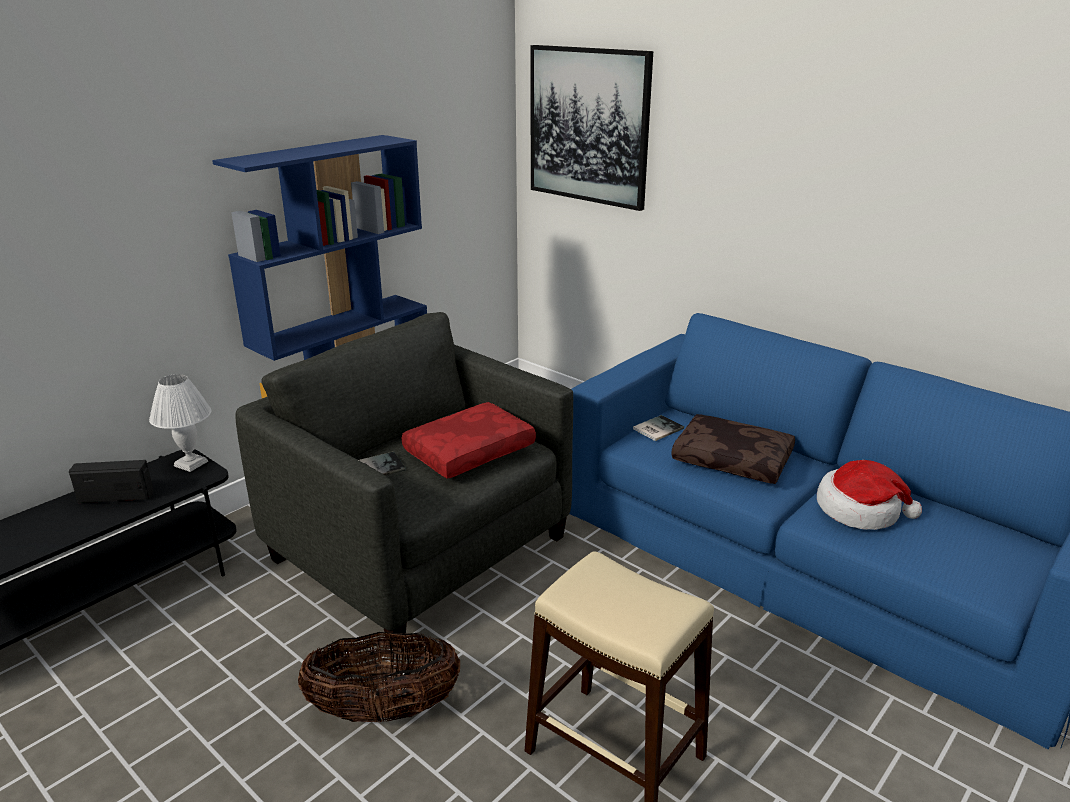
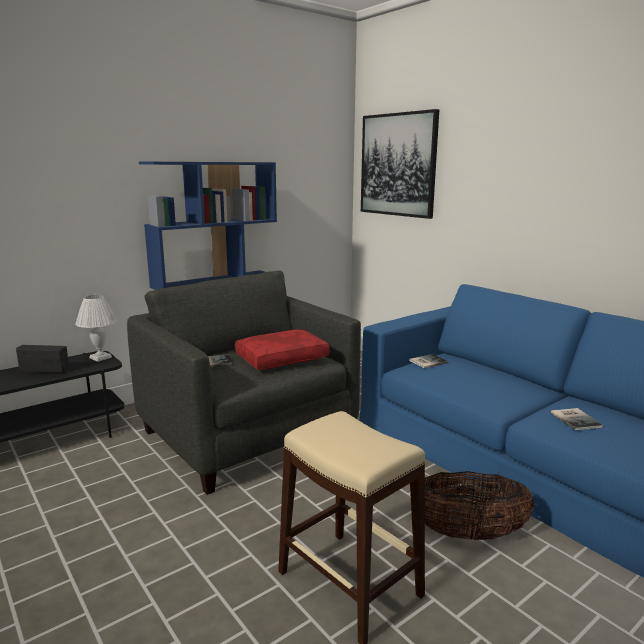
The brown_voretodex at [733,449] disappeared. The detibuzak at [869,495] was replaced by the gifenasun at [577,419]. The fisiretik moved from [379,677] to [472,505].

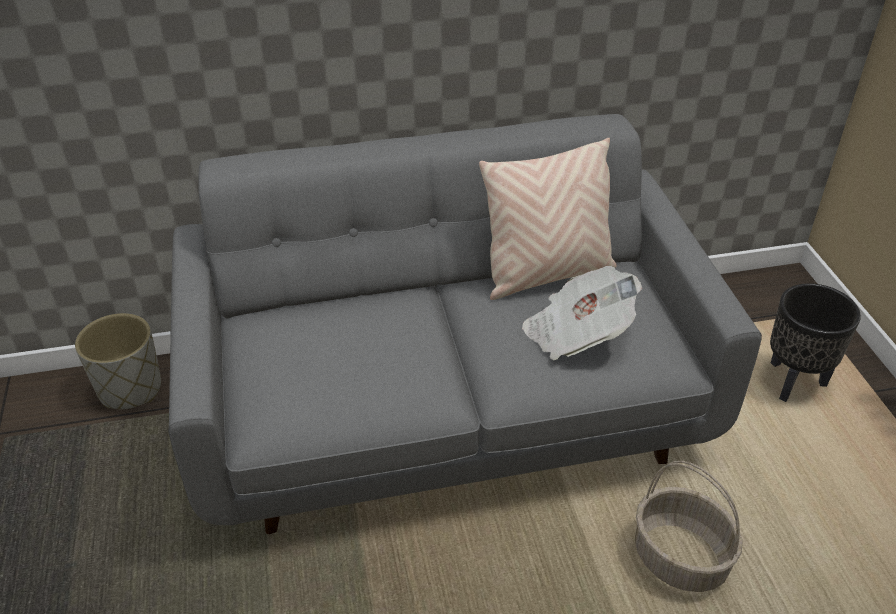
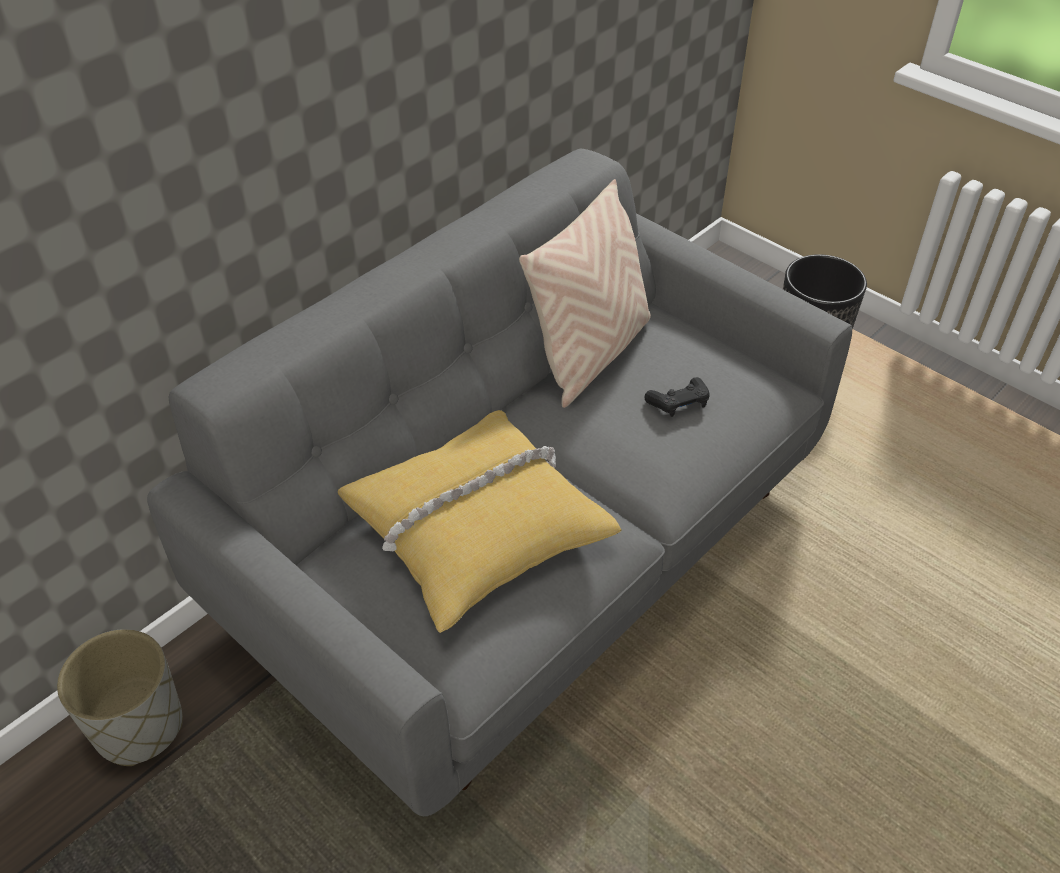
The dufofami at [582,313] was replaced by the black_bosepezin at [677,397]. The fisiretik at [689,526] disappeared. The yellow_voretodex at [480,521] appeared.

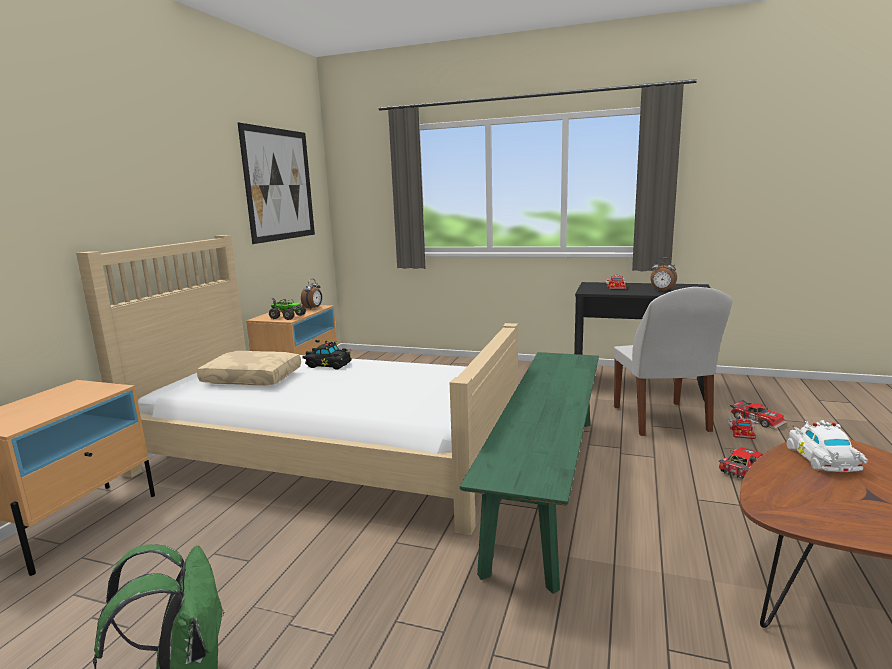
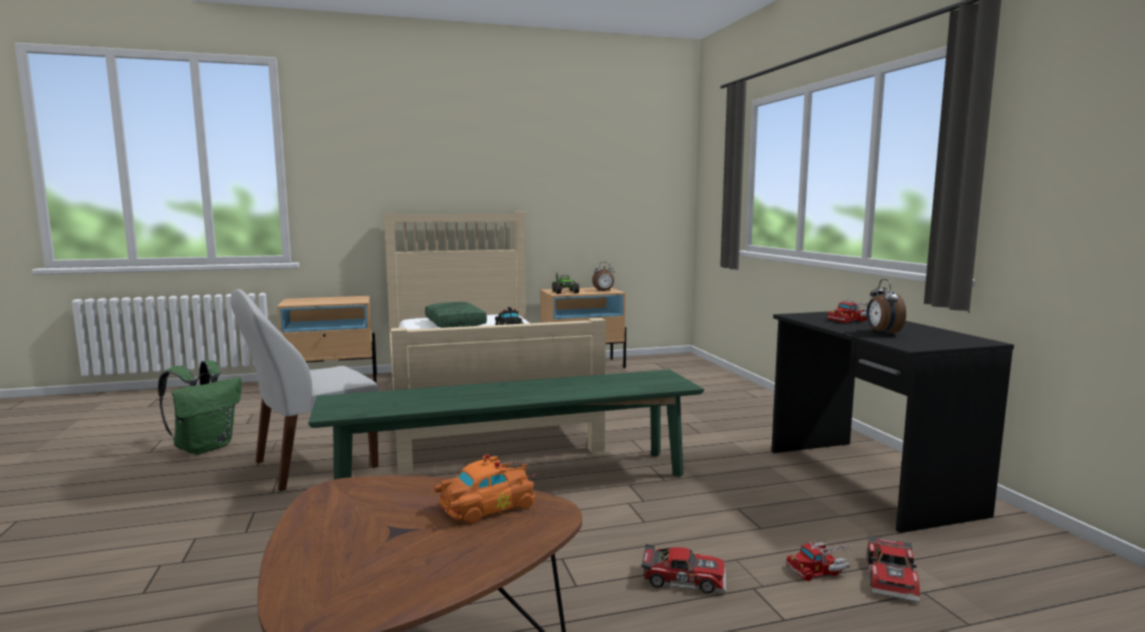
The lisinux at [276,183] disappeared. The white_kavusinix moved from [673,361] to [304,390]. The beige_voretodex at [249,368] became the green_voretodex at [456,315]. The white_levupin at [827,446] became the orange_levupin at [485,488].

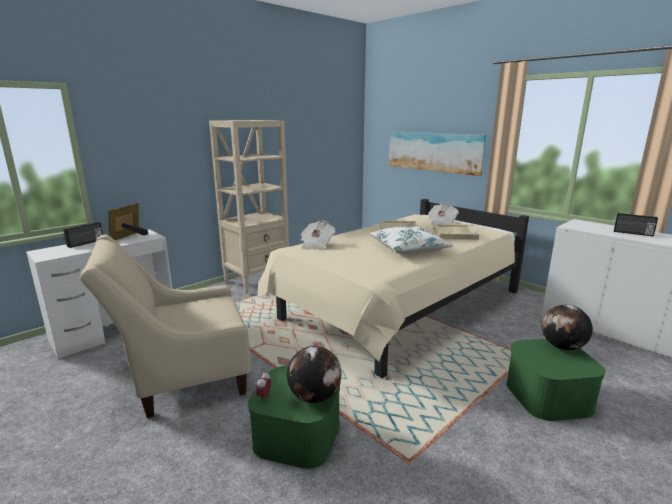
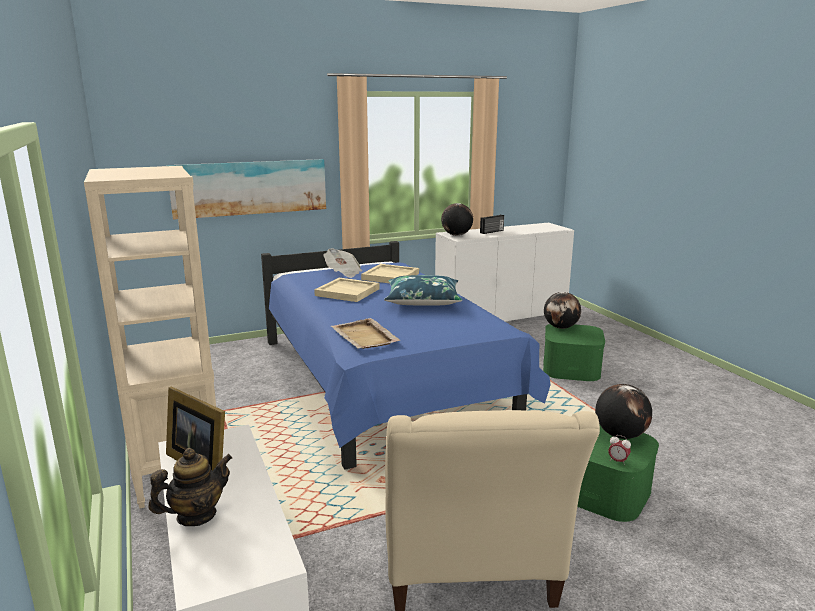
The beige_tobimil at [393,288] became the blue_tobimil at [406,355]. The dufofami at [318,235] was replaced by the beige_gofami at [366,333]. The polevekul at [83,235] was replaced by the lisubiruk at [190,487]. The white_voretodex at [411,240] became the blue_voretodex at [423,290]. The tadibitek at [457,219] appeared.

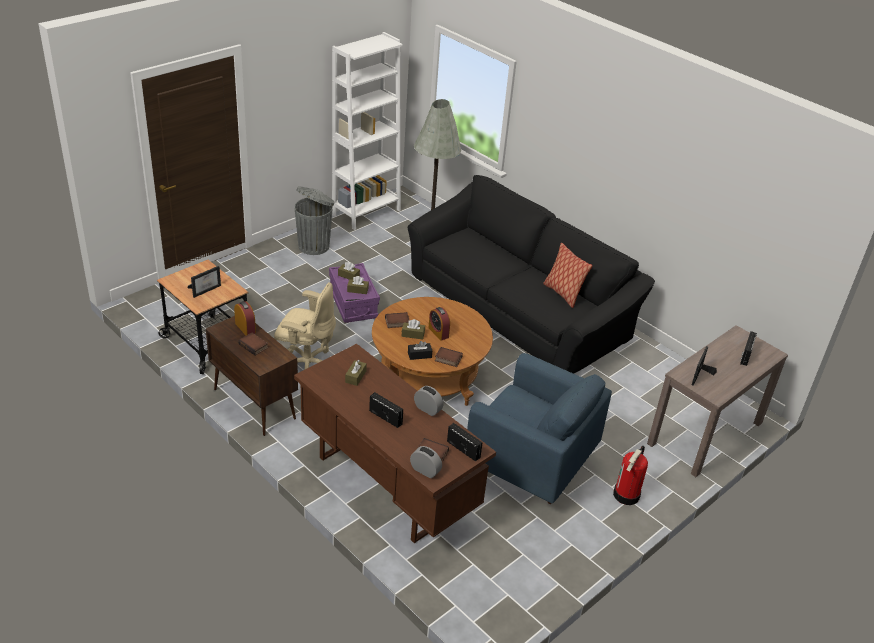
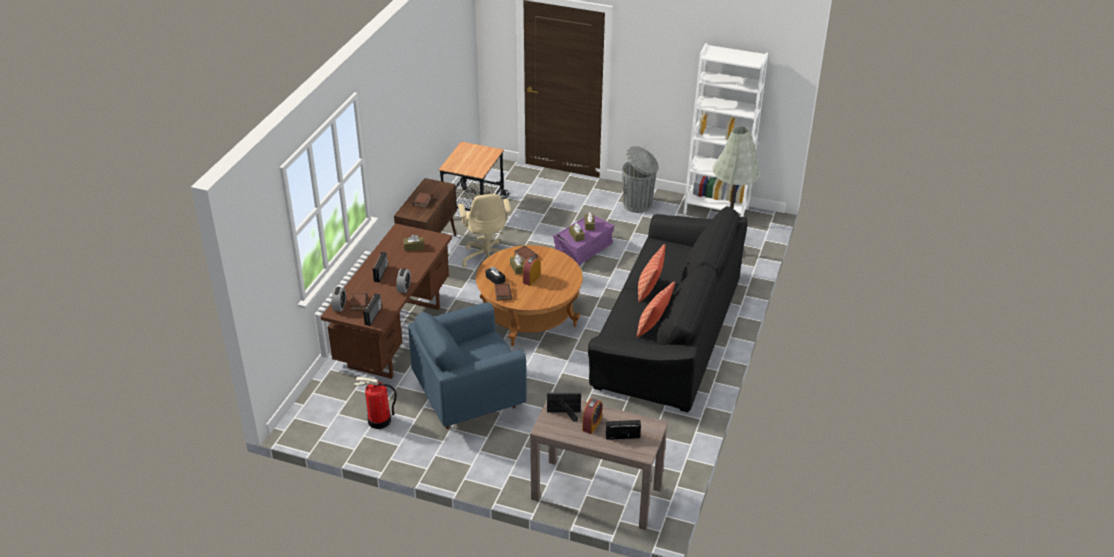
The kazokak at [204,282] disappeared. The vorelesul moved from [245,318] to [592,416]. The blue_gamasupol at [539,428] turned 60 degrees clockwise. The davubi moved from [630,475] to [375,403]. The voretodex at [652,273] appeared.

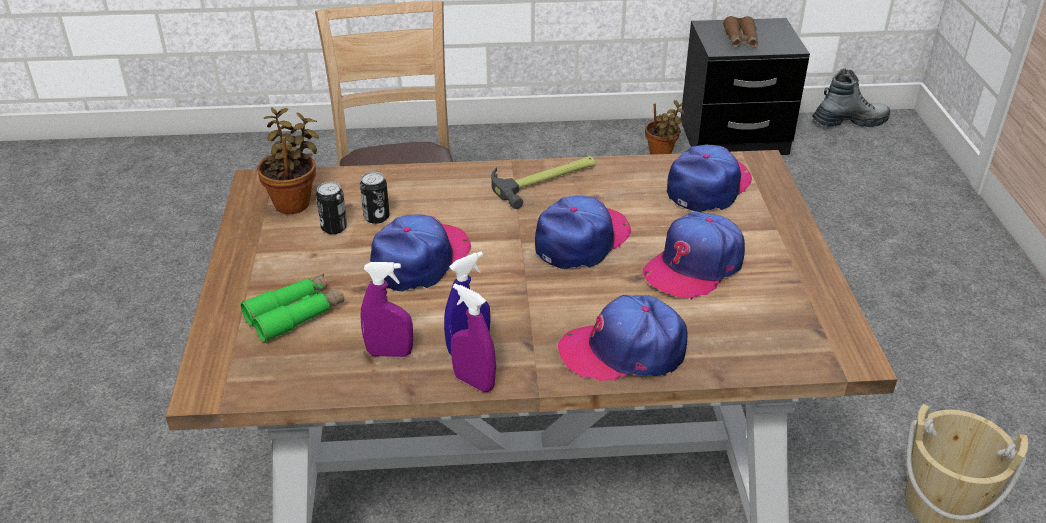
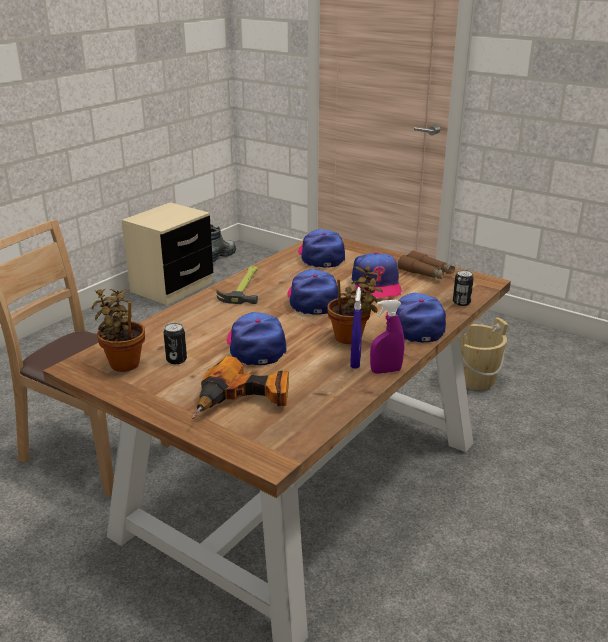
The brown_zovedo moved from [740,32] to [426,265]. The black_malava at [745,86] became the beige_malava at [167,253]. The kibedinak moved from [665,127] to [355,305]. The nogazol moved from [375,198] to [463,288]. The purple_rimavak at [386,309] disappeared. The green_zovedo at [293,308] was replaced by the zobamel at [240,387]. The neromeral at [623,338] turned 135 degrees clockwise.

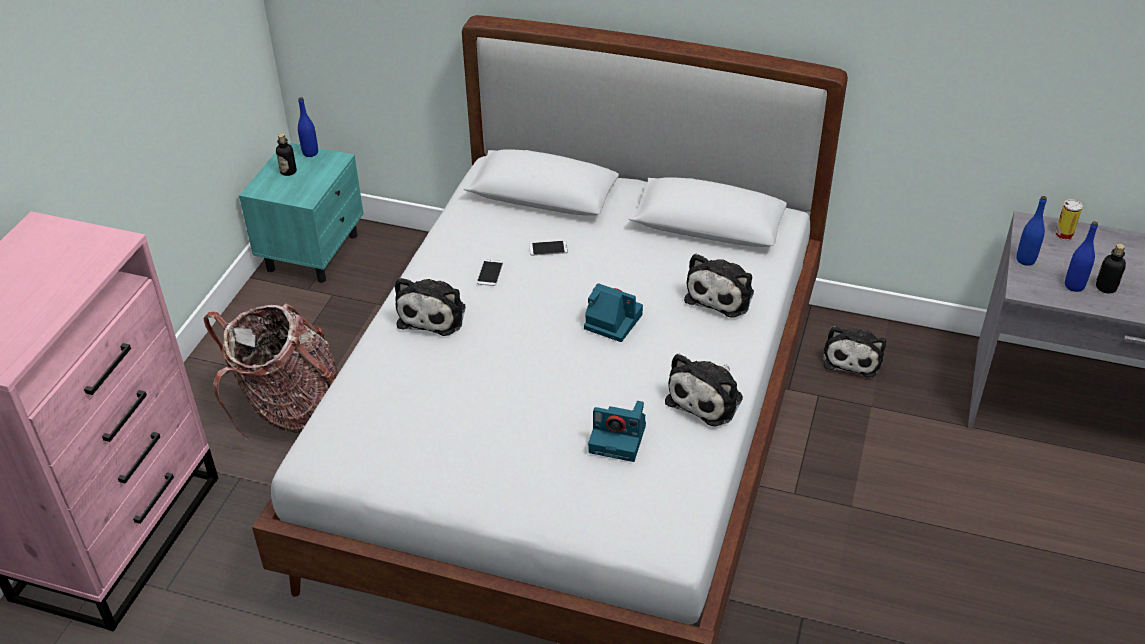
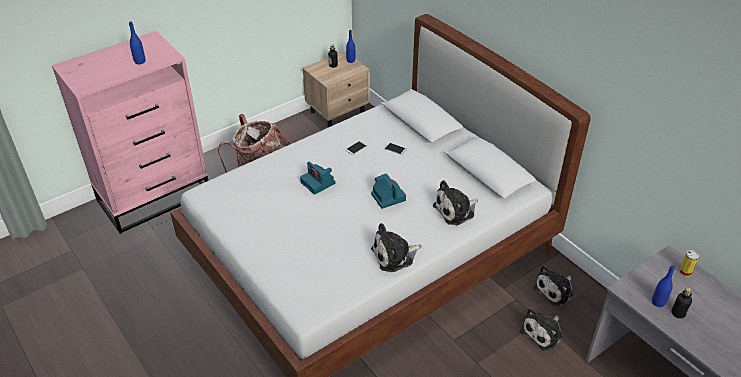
The turquoise_malava at [301,213] became the beige_malava at [336,89]. The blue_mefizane moved from [1031,231] to [137,43]. The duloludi moved from [430,307] to [541,329]. The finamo moved from [617,431] to [318,178].

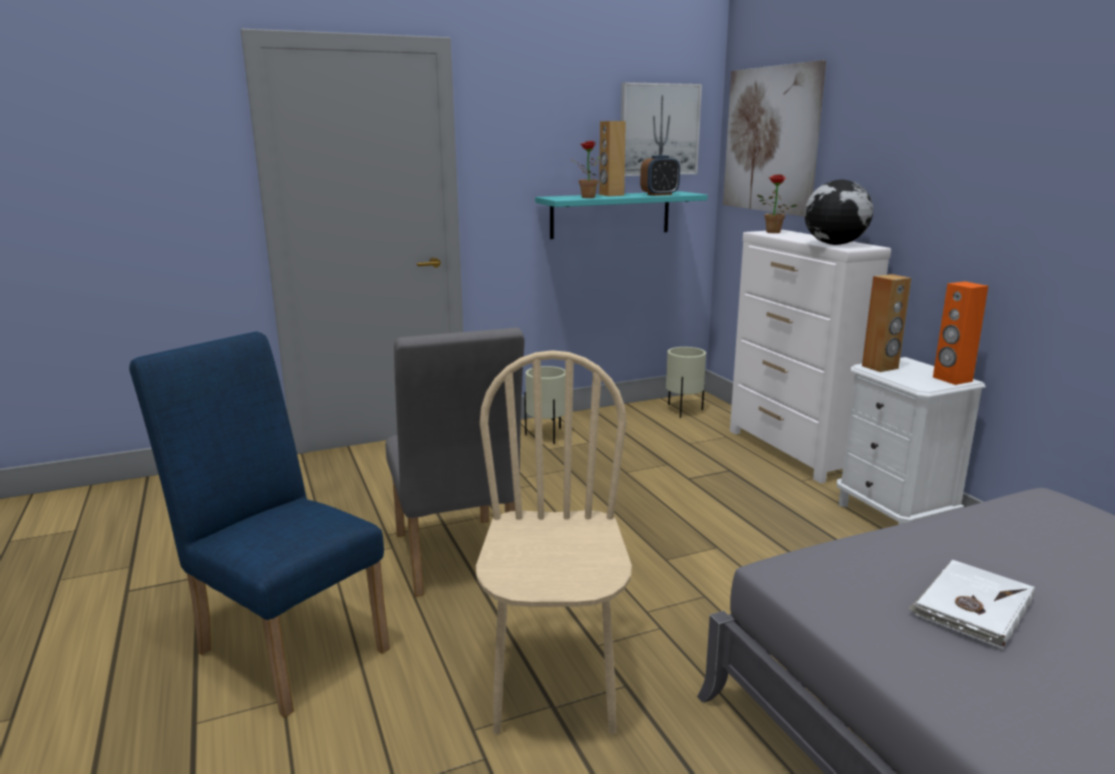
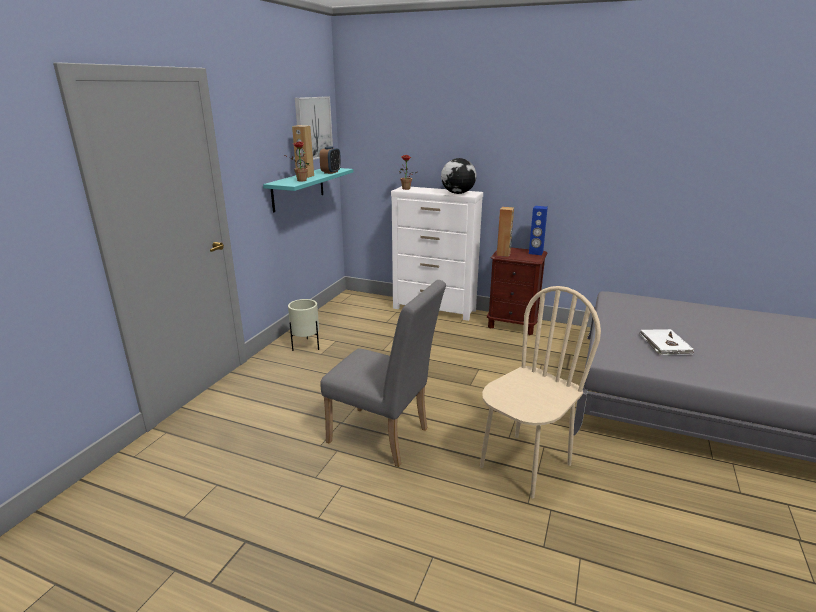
The lisinux at [774,138] disappeared. The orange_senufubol at [960,333] became the blue_senufubol at [538,230]. The blue_kavusinix at [259,524] disappeared. The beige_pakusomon at [686,382] disappeared. The beige_kavusinix at [554,542] turned 90 degrees clockwise. The white_malava at [911,441] became the brown_malava at [517,291].

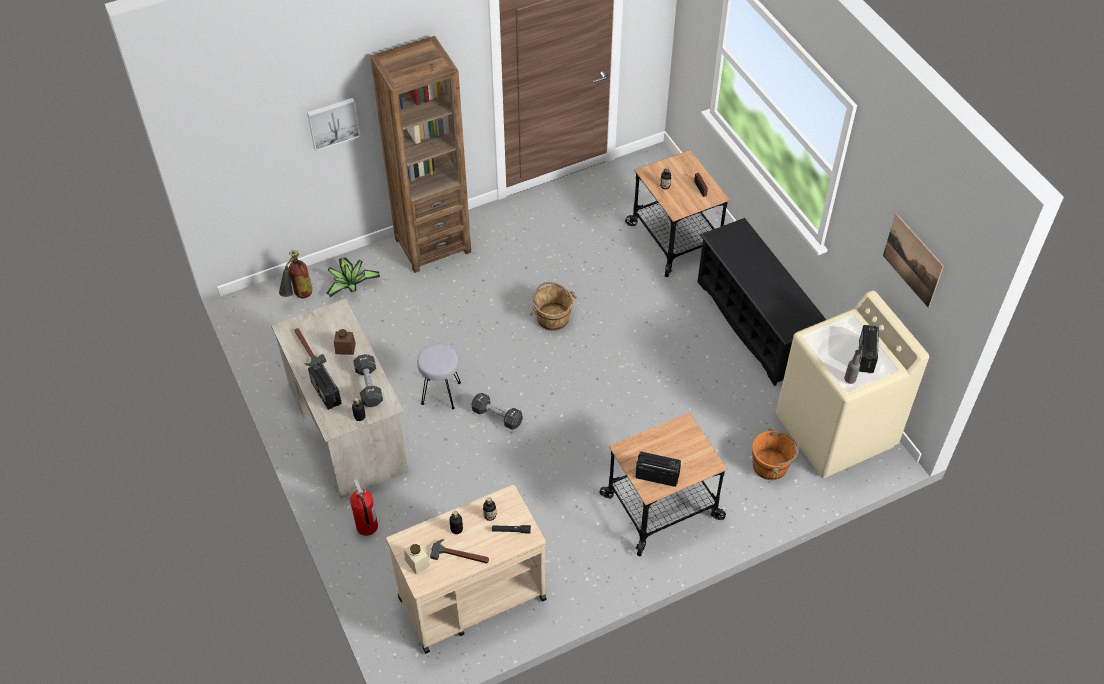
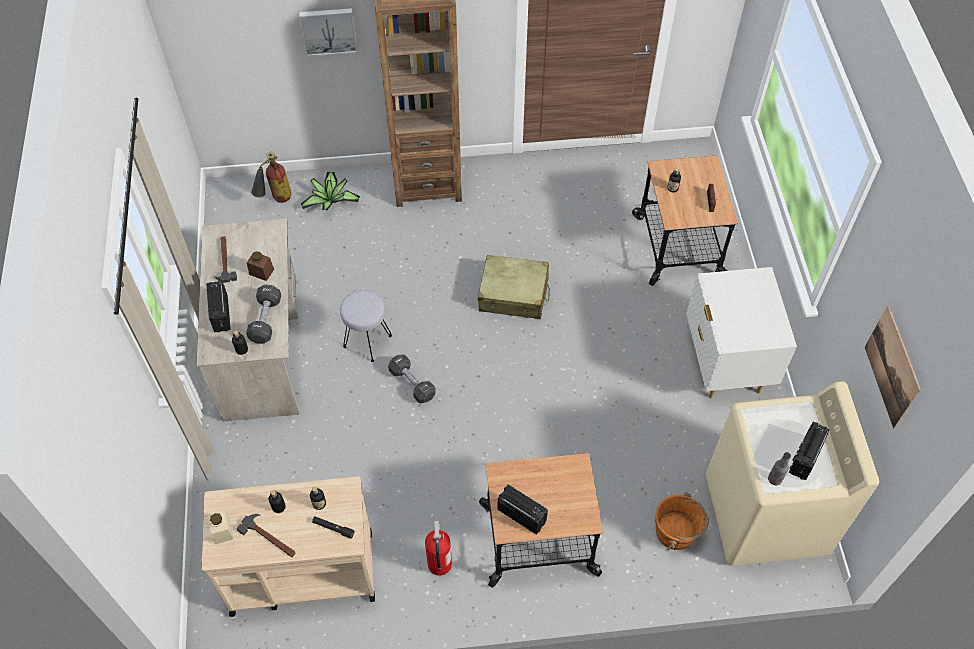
The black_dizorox at [761,302] was replaced by the white_malava at [741,332]. The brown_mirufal at [553,306] was replaced by the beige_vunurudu at [514,287]. The davubi moved from [364,507] to [438,548].

